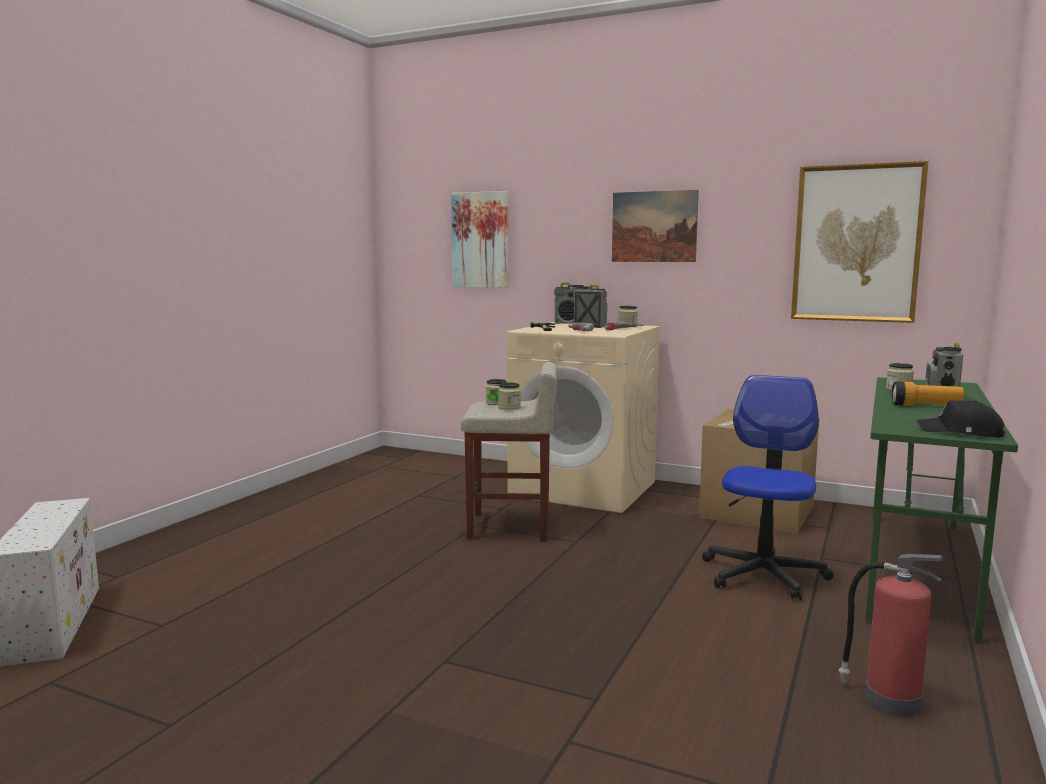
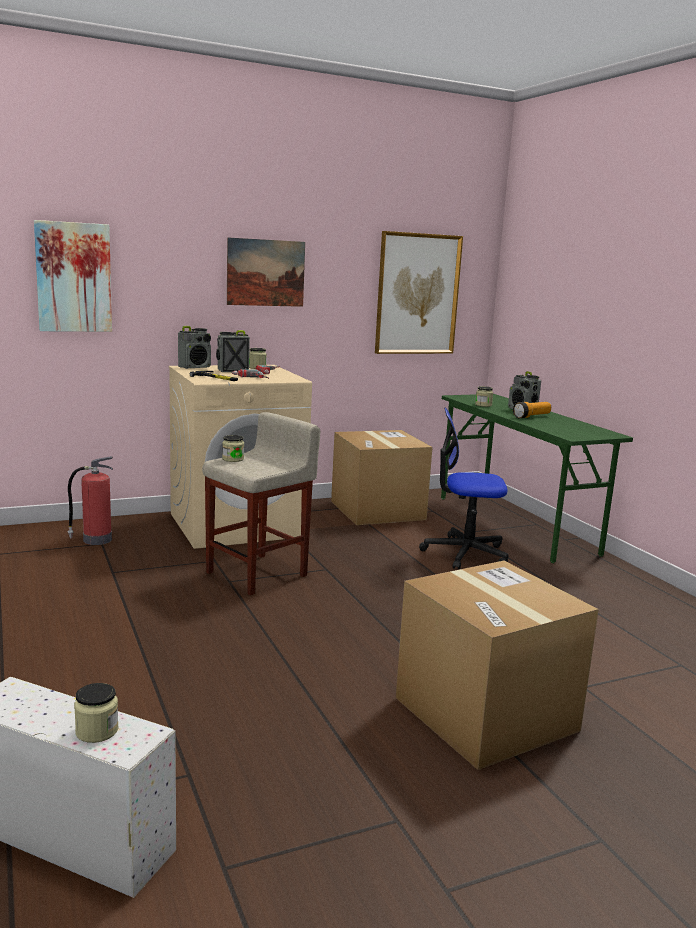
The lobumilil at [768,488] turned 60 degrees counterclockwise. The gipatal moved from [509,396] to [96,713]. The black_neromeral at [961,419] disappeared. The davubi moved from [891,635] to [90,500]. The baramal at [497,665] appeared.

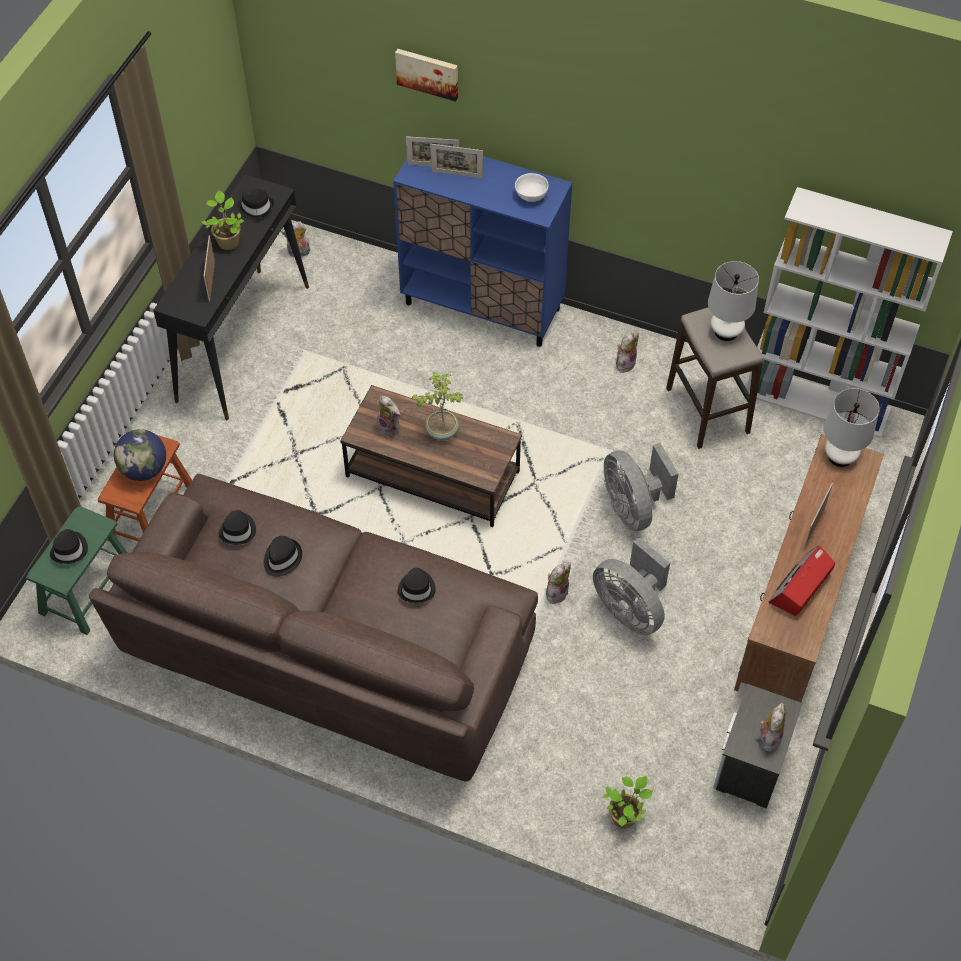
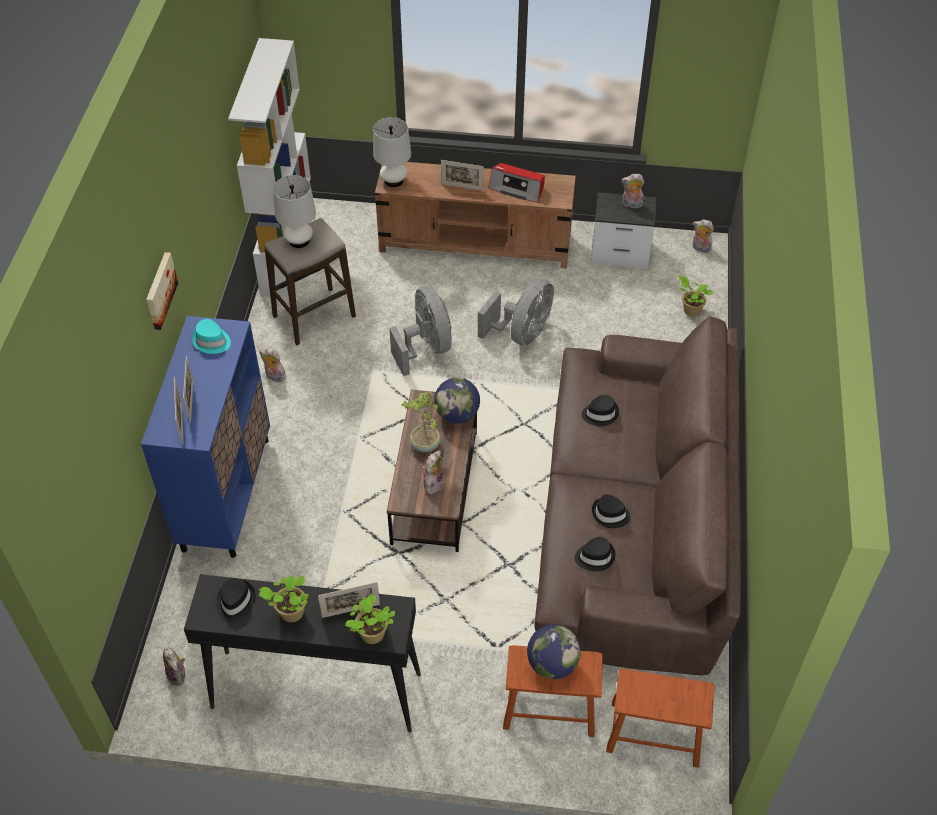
The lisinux moved from [426,75] to [162,291]. The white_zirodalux at [532,187] was replaced by the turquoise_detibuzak at [211,336]. The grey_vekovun at [641,487] turned 75 degrees counterclockwise. The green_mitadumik at [77,570] became the brown_mitadumik at [660,718]. The black_detibuzak at [69,546] disappeared. The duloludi moved from [558,583] to [703,236]. The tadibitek at [457,400] appeared. The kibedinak at [370,619] appeared.

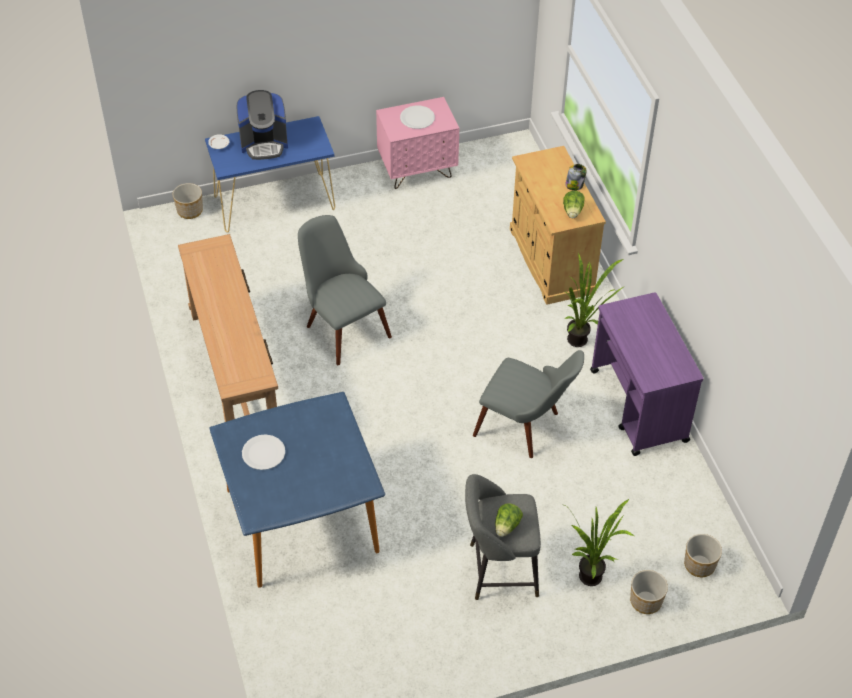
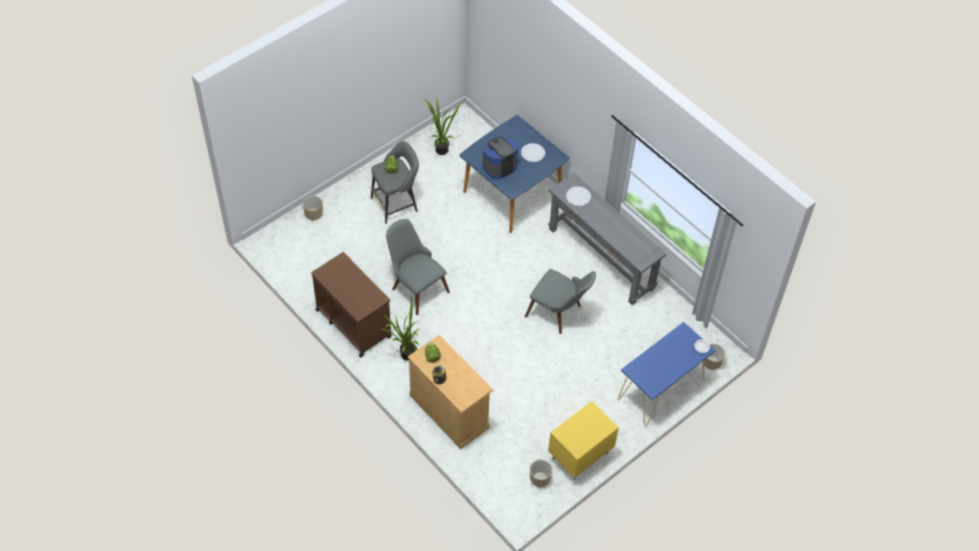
The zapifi moved from [262,125] to [500,158]. The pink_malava at [417,143] became the yellow_malava at [583,440]. The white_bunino moved from [417,117] to [578,196]. The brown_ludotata at [228,328] became the grey_ludotata at [607,239]. The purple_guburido at [647,374] became the brown_guburido at [351,304]. The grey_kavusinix at [528,404] turned 45 degrees clockwise. The kibedinak moved from [599,542] to [441,125]. The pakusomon moved from [703,555] to [541,473].

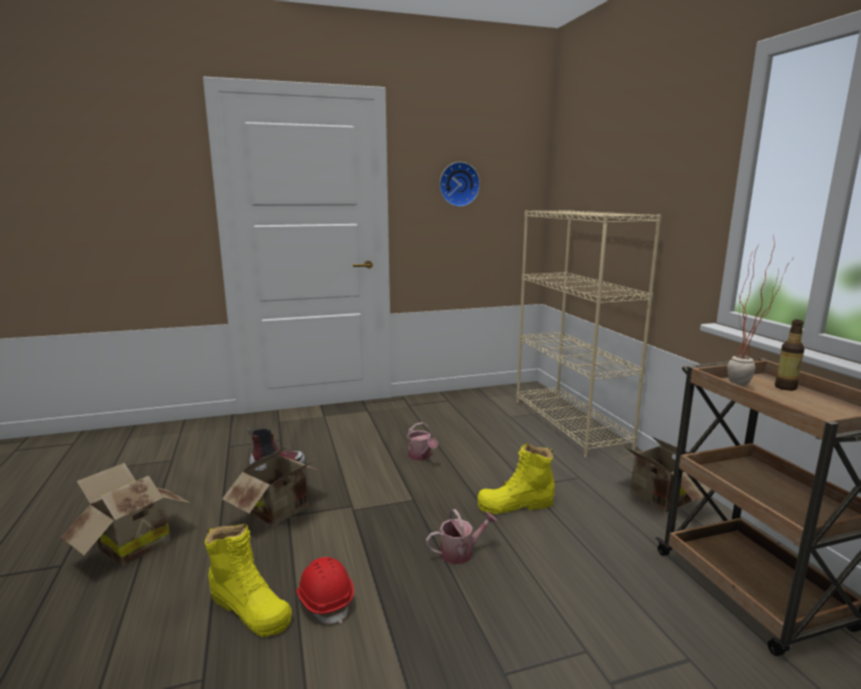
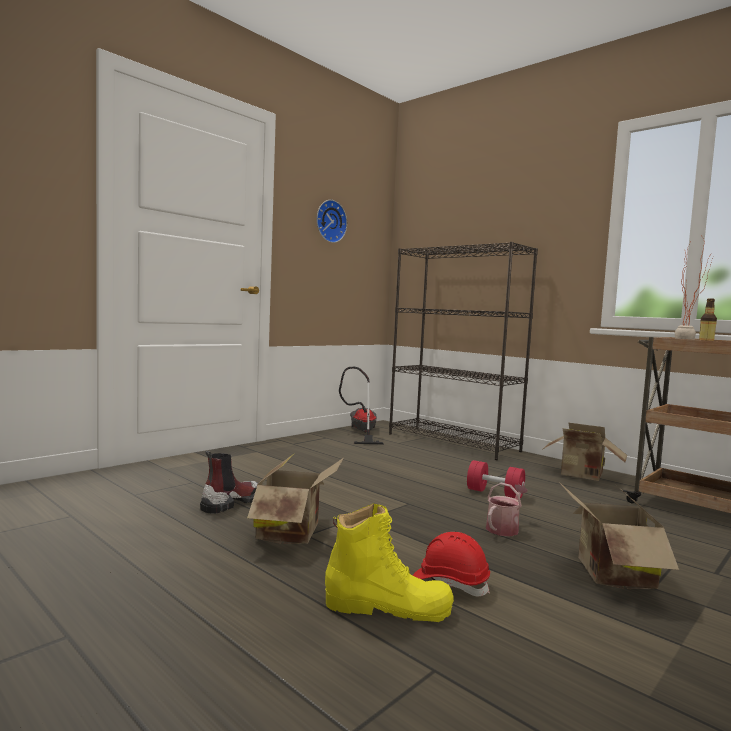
The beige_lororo at [589,334] became the black_lororo at [463,351]. The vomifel at [422,441] disappeared. The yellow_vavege at [516,478] was replaced by the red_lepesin at [496,479]. The baramal moved from [125,514] to [618,535]. The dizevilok at [361,406] appeared.

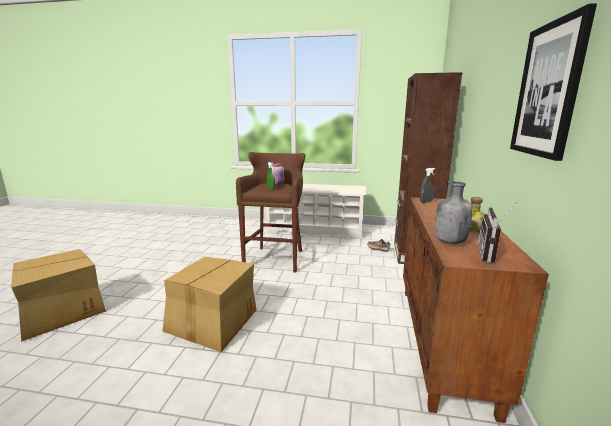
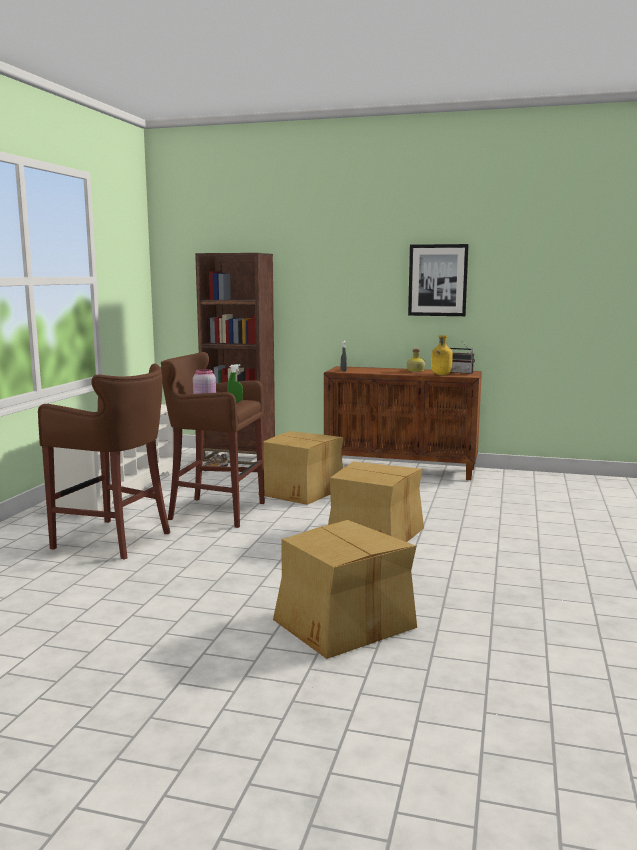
The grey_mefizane at [453,212] became the yellow_mefizane at [442,355]. The brown_mitadumik at [104,462] appeared. The baramal at [301,468] appeared.

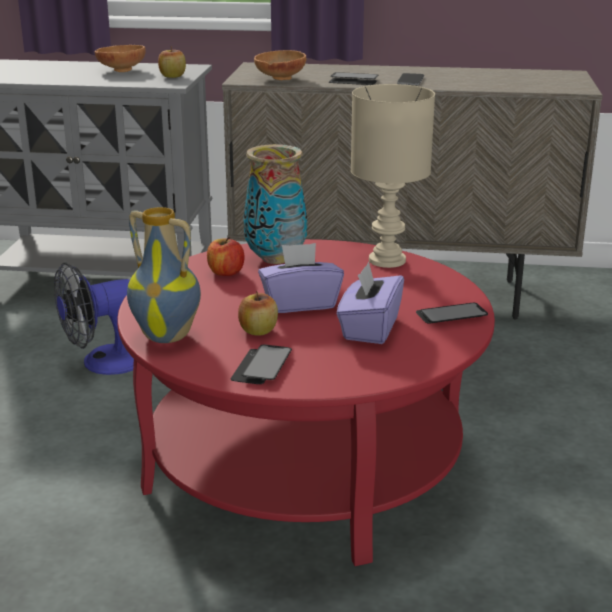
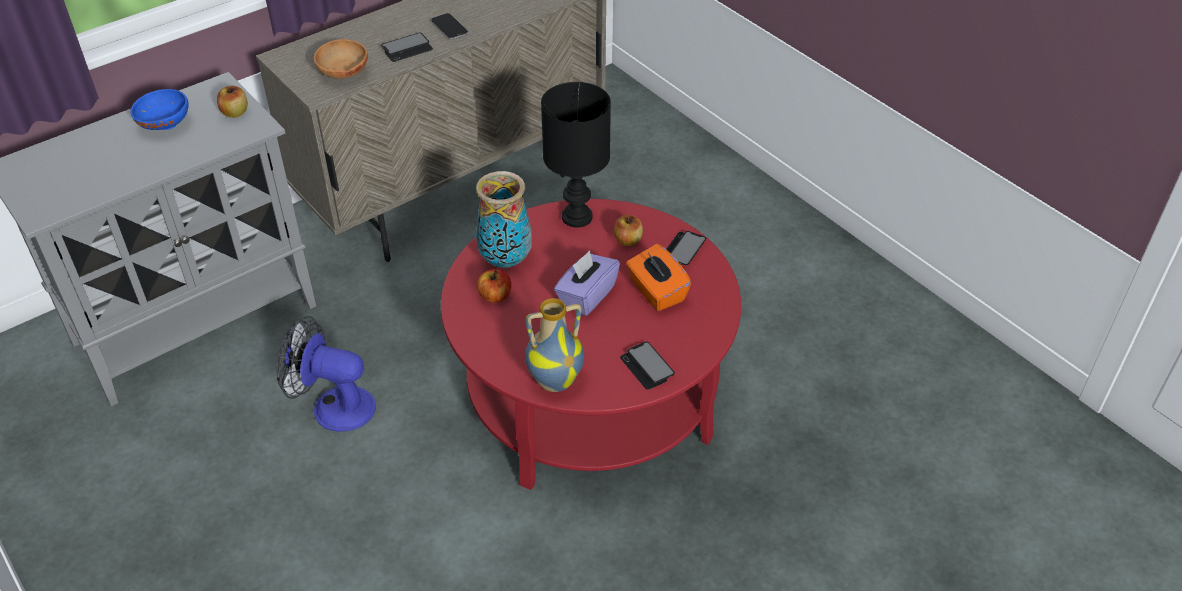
The brown_zirodalux at [120,58] became the blue_zirodalux at [159,109]. The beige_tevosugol at [393,176] became the black_tevosugol at [576,154]. The vekovun at [94,318] turned 90 degrees clockwise. The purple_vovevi at [370,303] became the orange_vovevi at [658,277]. The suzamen moved from [258,313] to [628,230].

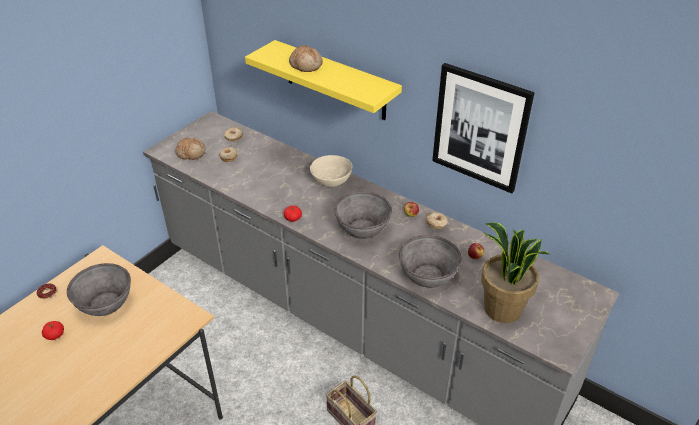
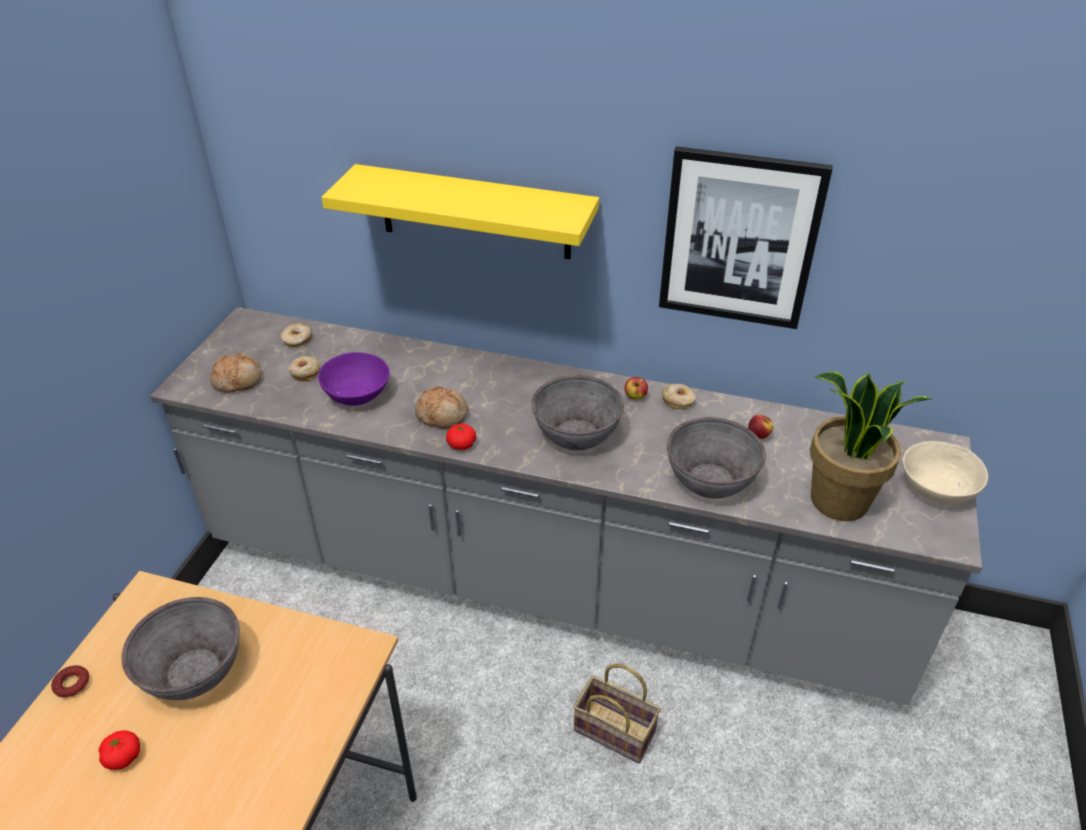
The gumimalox moved from [306,58] to [441,407]. The beige_zirodalux moved from [331,171] to [945,473]. The purple_zirodalux at [354,379] appeared.

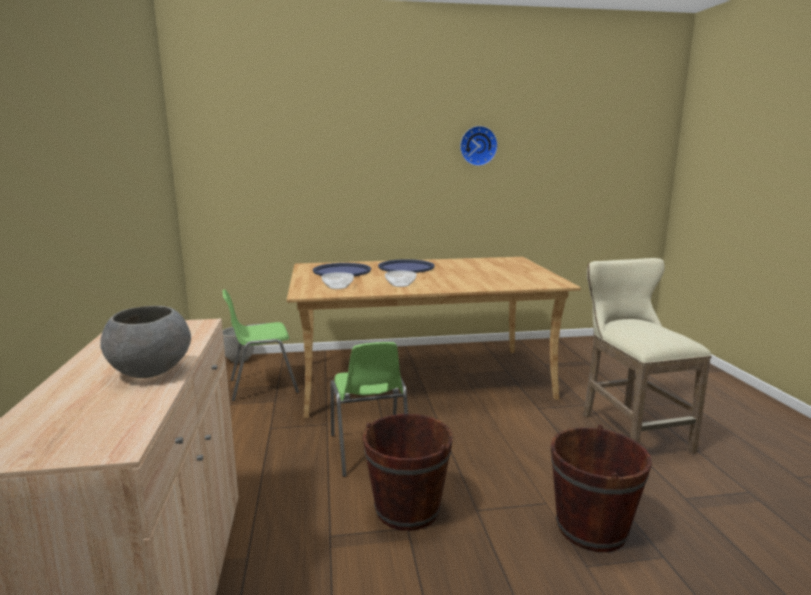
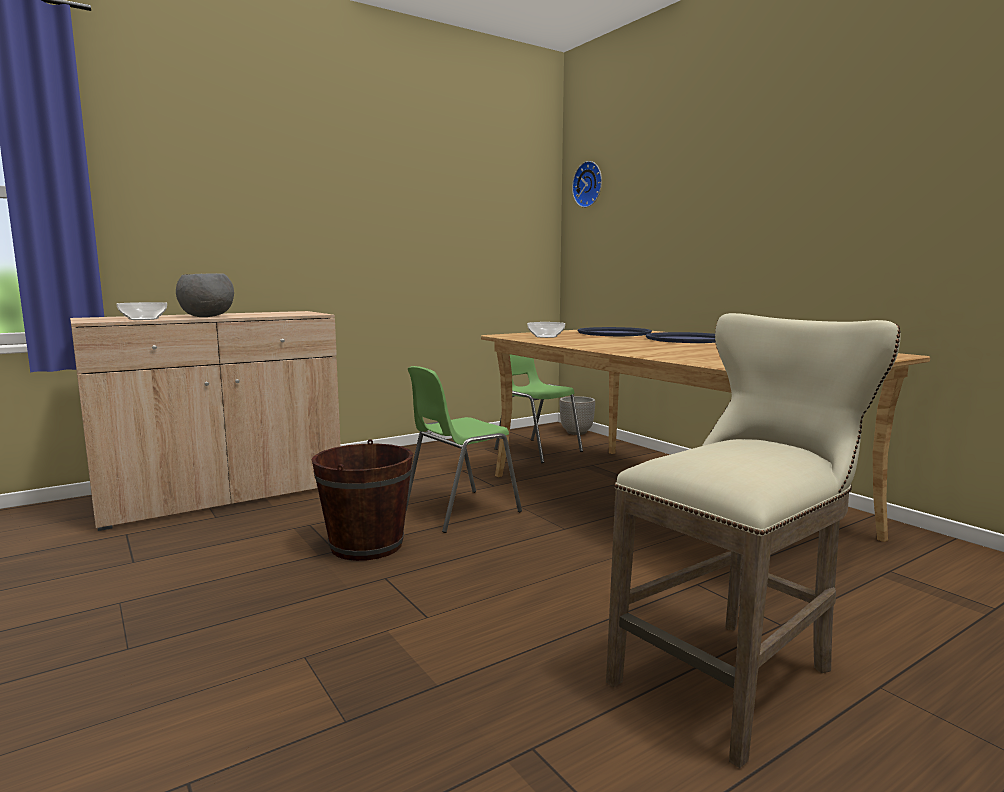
The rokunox moved from [479,146] to [587,184]. The zirodalux moved from [400,279] to [141,311]. The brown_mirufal at [601,488] disappeared.

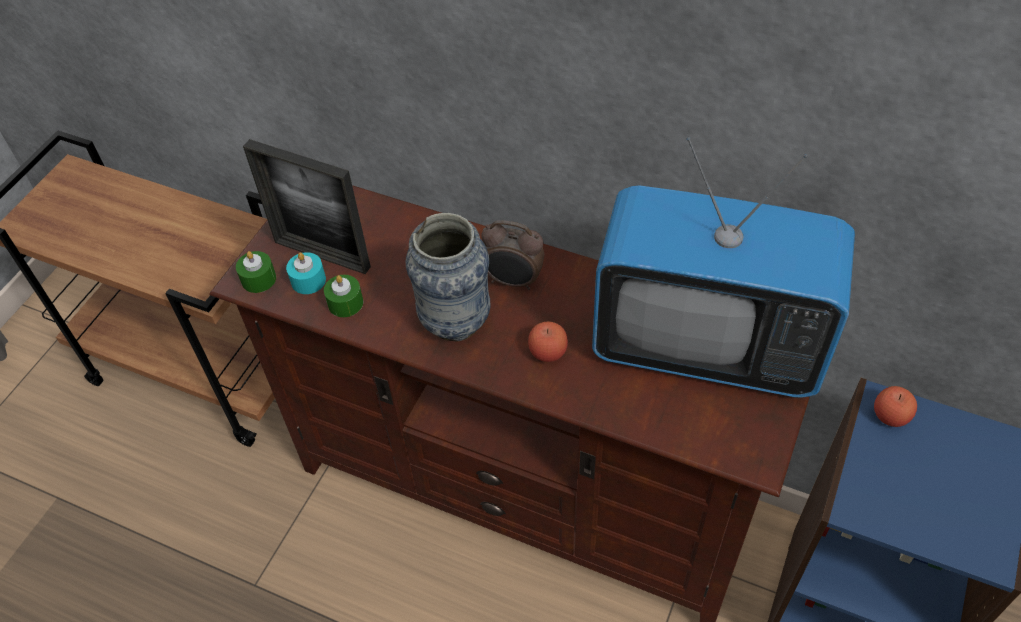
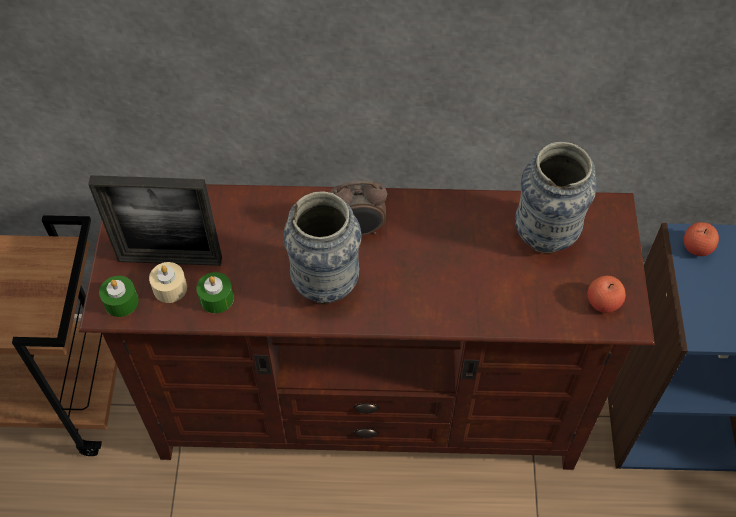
The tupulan at [723,267] was replaced by the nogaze at [556,197]. The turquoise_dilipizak at [306,273] became the beige_dilipizak at [168,282]. The suzamen moved from [548,341] to [607,294].

